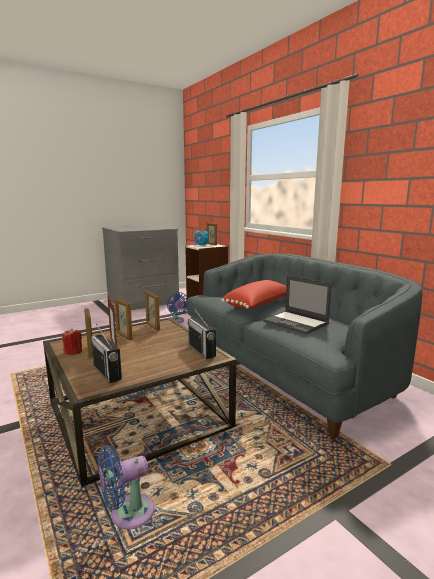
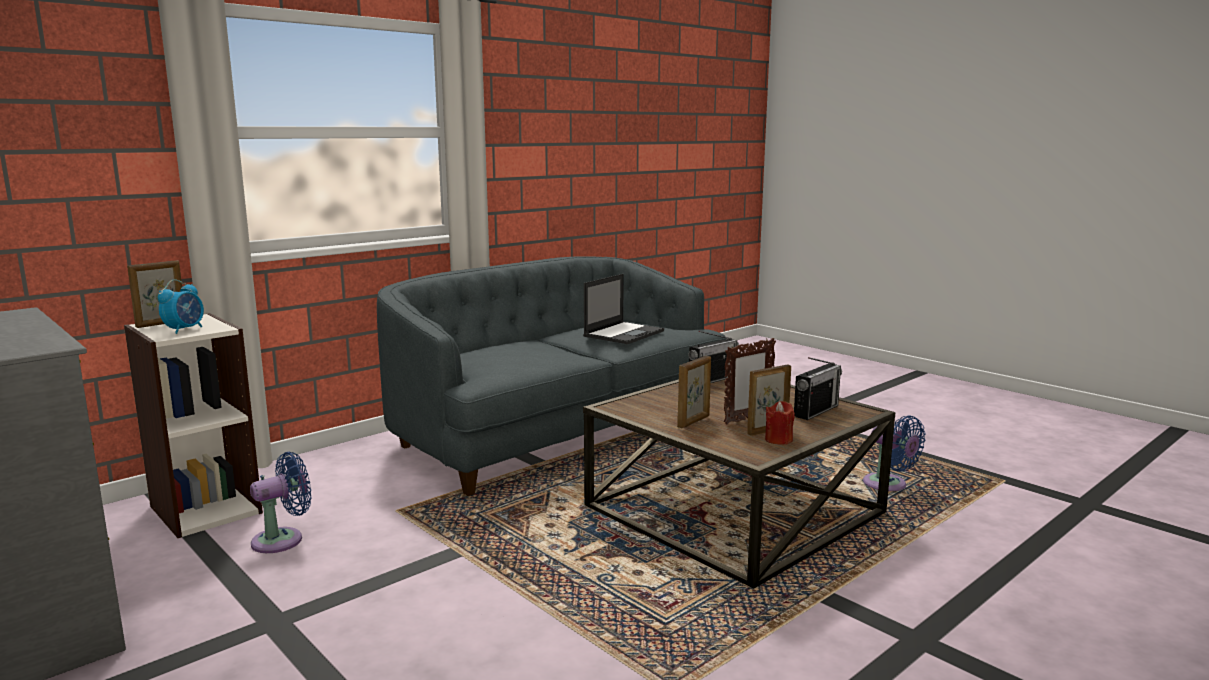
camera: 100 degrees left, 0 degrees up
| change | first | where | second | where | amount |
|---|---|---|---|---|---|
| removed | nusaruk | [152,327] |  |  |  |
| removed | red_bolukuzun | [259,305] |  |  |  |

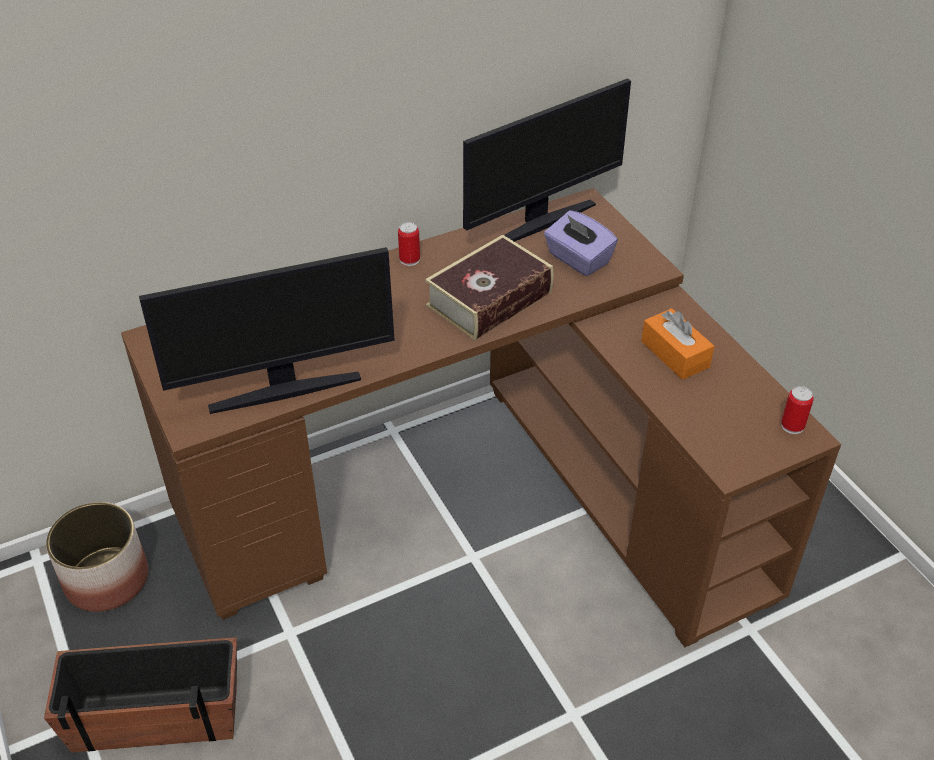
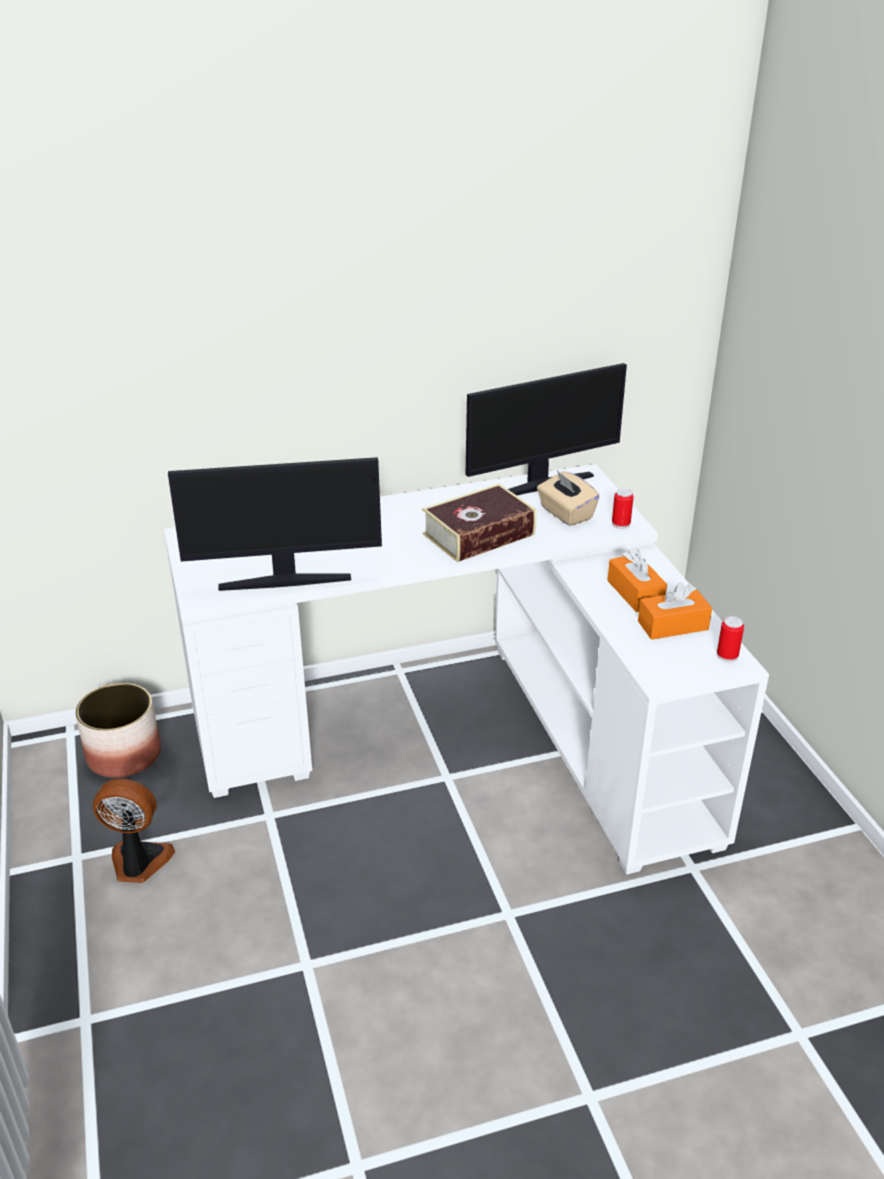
camera: 10 degrees right, 10 degrees down
| change | first | where | second | where | amount |
|---|---|---|---|---|---|
| replaced | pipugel | [156,715] | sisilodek | [138,863] |  |
| recoloured | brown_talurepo | [483,495] | white_talurepo | [468,730] |  |
| recoloured | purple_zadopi | [578,259] | beige_zadopi | [565,513] |  |
| moved | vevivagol | [409,260] |  | [621,524] |  |
| added |  |  | orange_zadopi | [672,625] |  |

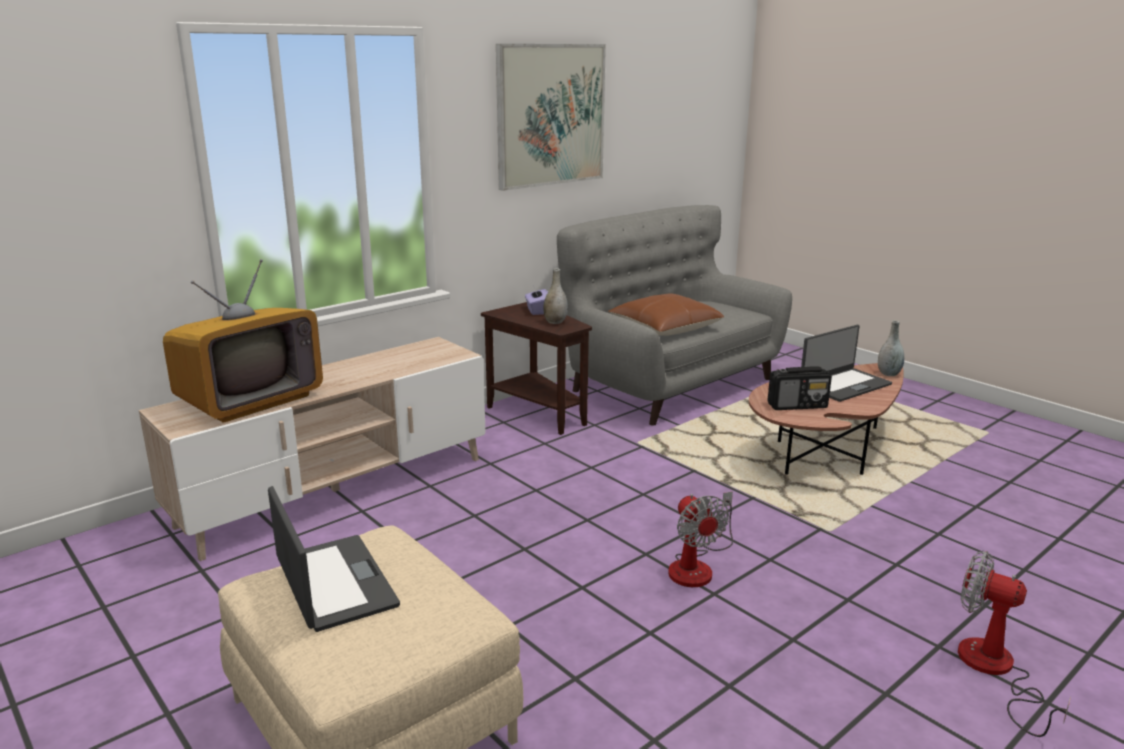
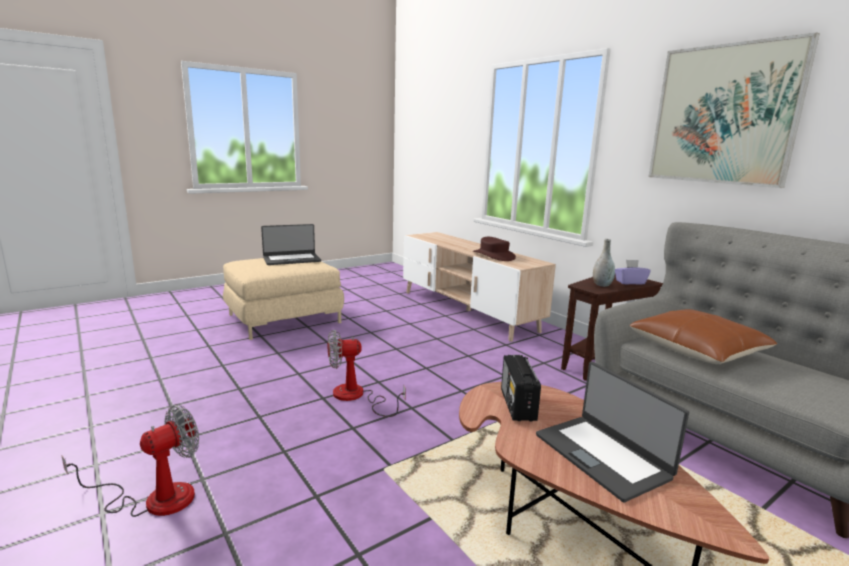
camera: 95 degrees right, 5 degrees down
| change | first | where | second | where | amount |
|---|---|---|---|---|---|
| added |  |  | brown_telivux | [493,255] |  |
| removed | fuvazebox | [250,399] |  |  |  |
| removed | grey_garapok | [888,374] |  |  |  |

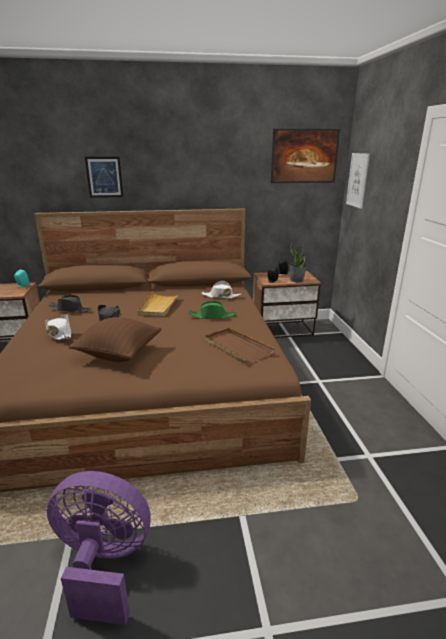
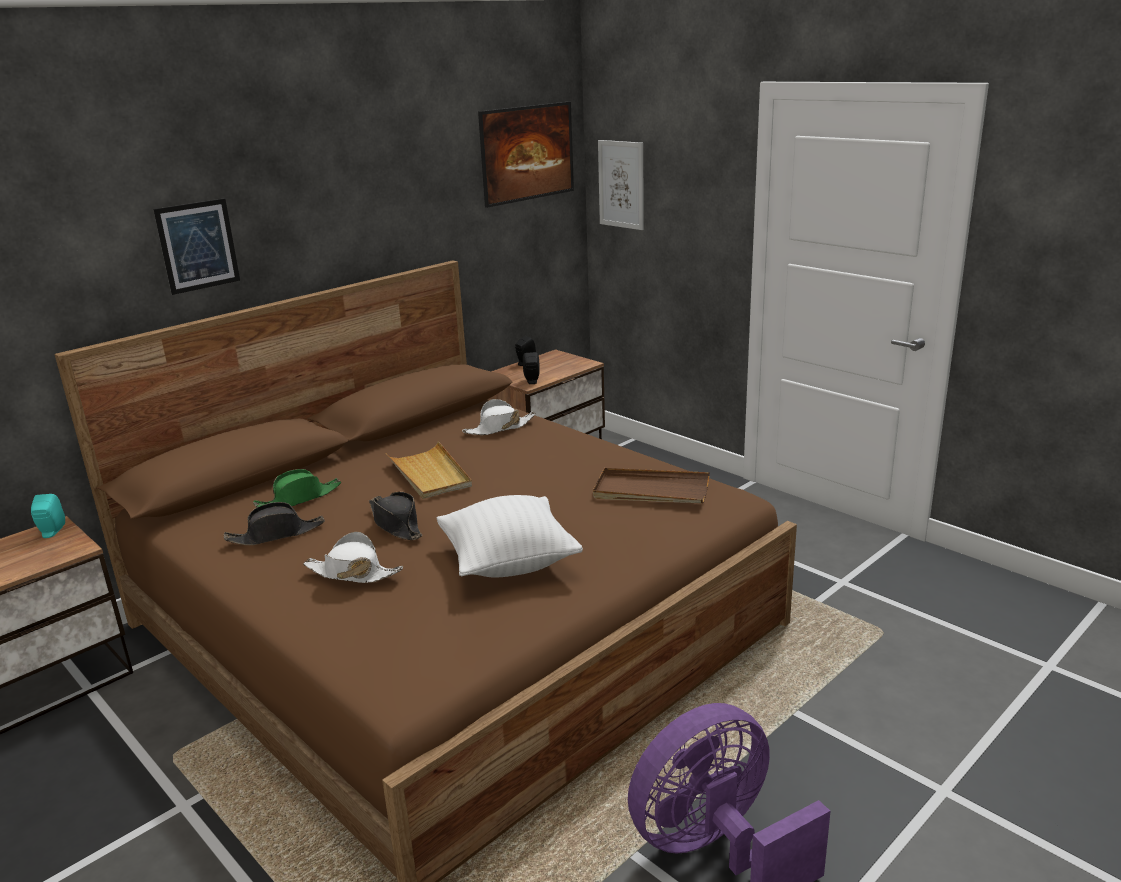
camera: 35 degrees left, 0 degrees up
| change | first | where | second | where | amount |
|---|---|---|---|---|---|
| moved | green_telivux | [212,316] |  | [299,498] |  |
| recoloured | brown_bolukuzun | [119,354] | white_bolukuzun | [509,563] |  |
| removed | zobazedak | [296,280] |  |  |  |

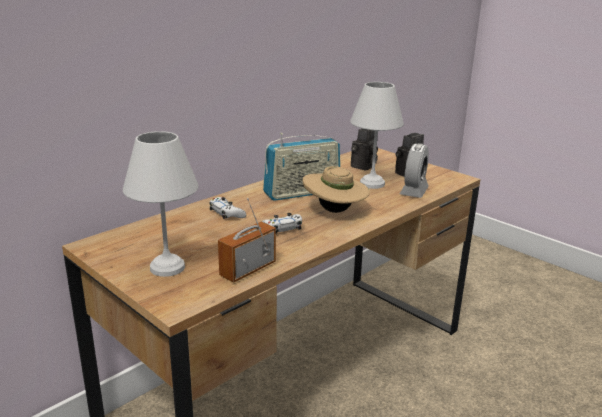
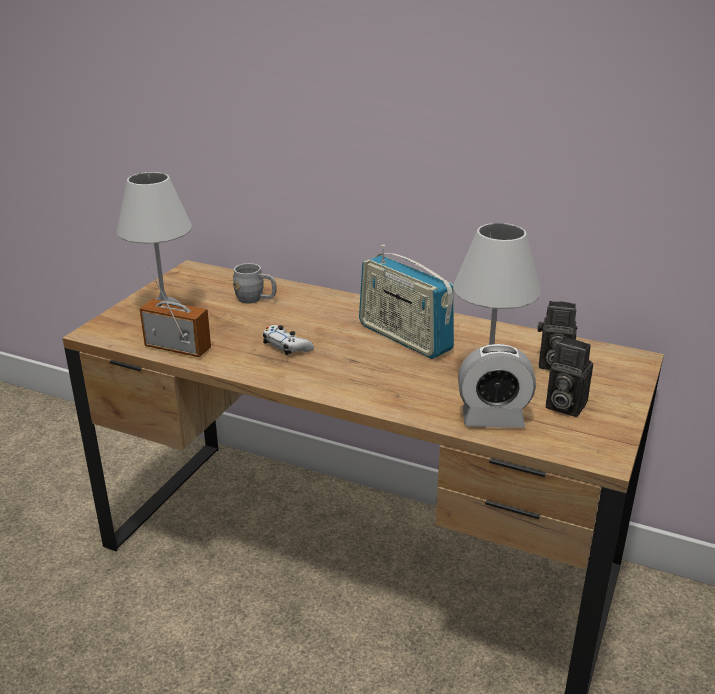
camera: 70 degrees right, 5 degrees up
| change | first | where | second | where | amount |
|---|---|---|---|---|---|
| added |  |  | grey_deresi | [255,299] |  |
| removed | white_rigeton | [226,213] |  |  |  |
| removed | beige_telivux | [335,211] |  |  |  |

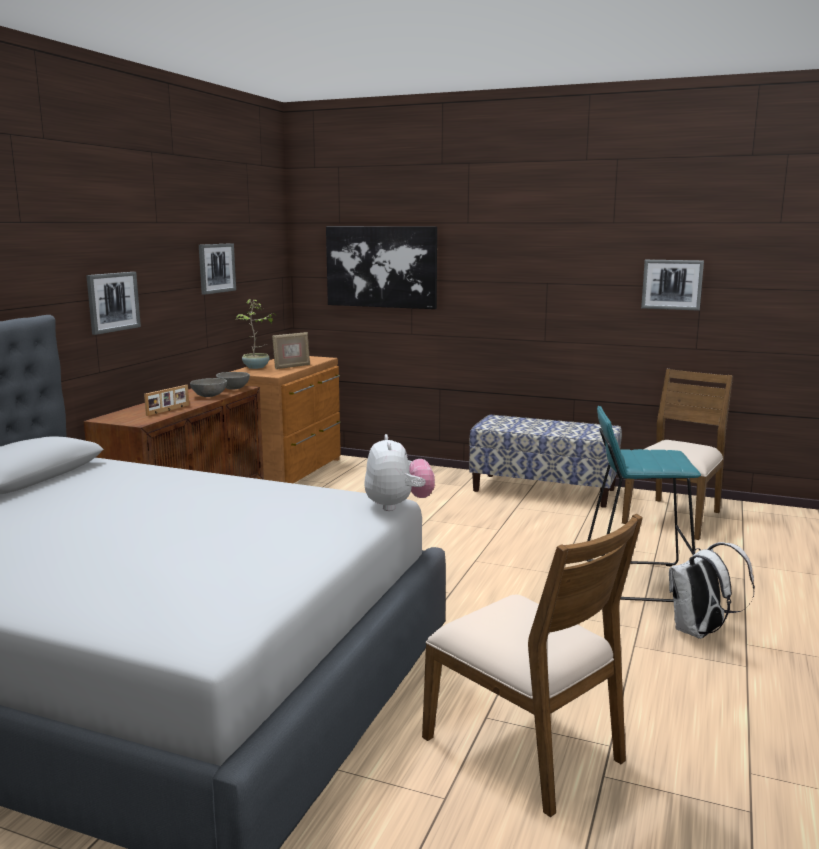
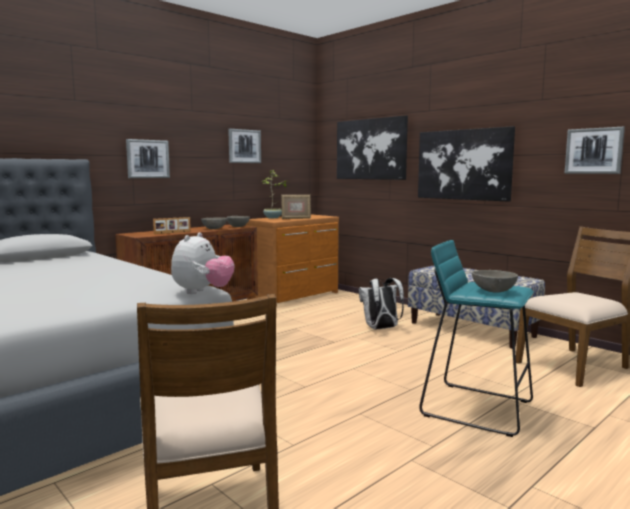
camera: 25 degrees right, 5 degrees down
| change | first | where | second | where | amount |
|---|---|---|---|---|---|
| moved | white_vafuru | [700,632] |  | [381,328] |  |
| added |  |  | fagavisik | [463,164] |  |
| added |  |  | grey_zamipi | [494,291] |  |

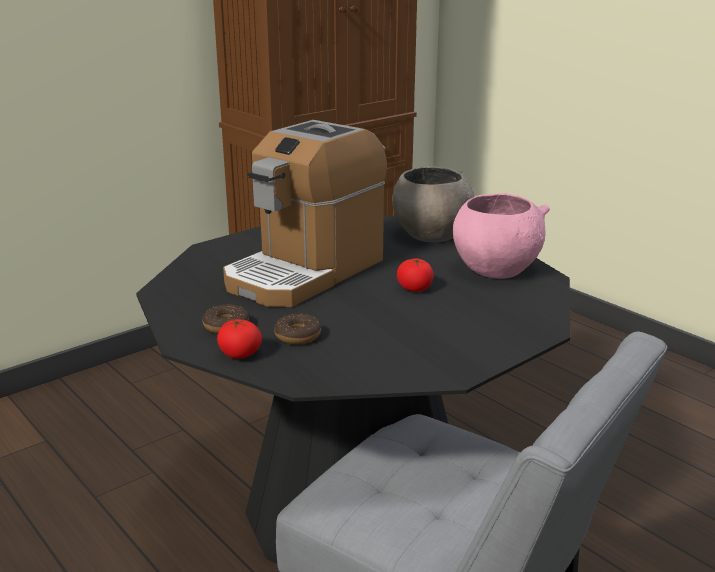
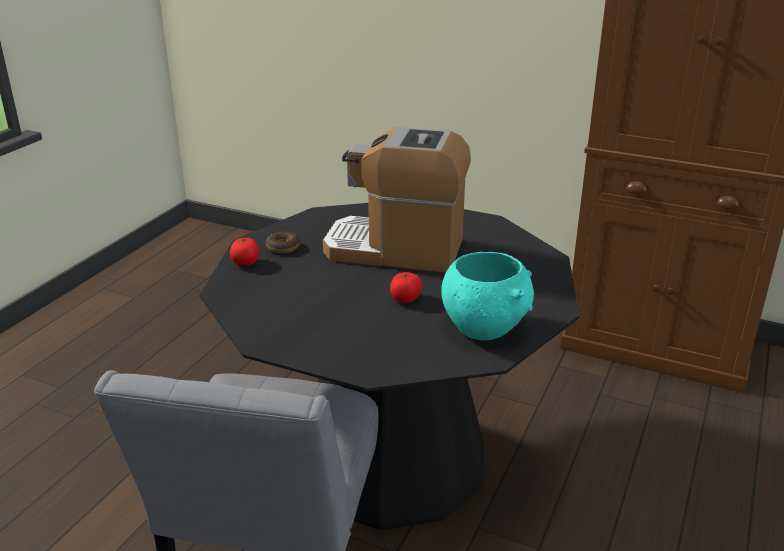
camera: 65 degrees right, 5 degrees up
| change | first | where | second | where | amount |
|---|---|---|---|---|---|
| recoloured | pink_zamipi | [495,269] | turquoise_zamipi | [484,328] |  |
| removed | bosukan | [297,336] |  |  |  |
| removed | grey_zamipi | [431,235] |  |  |  |

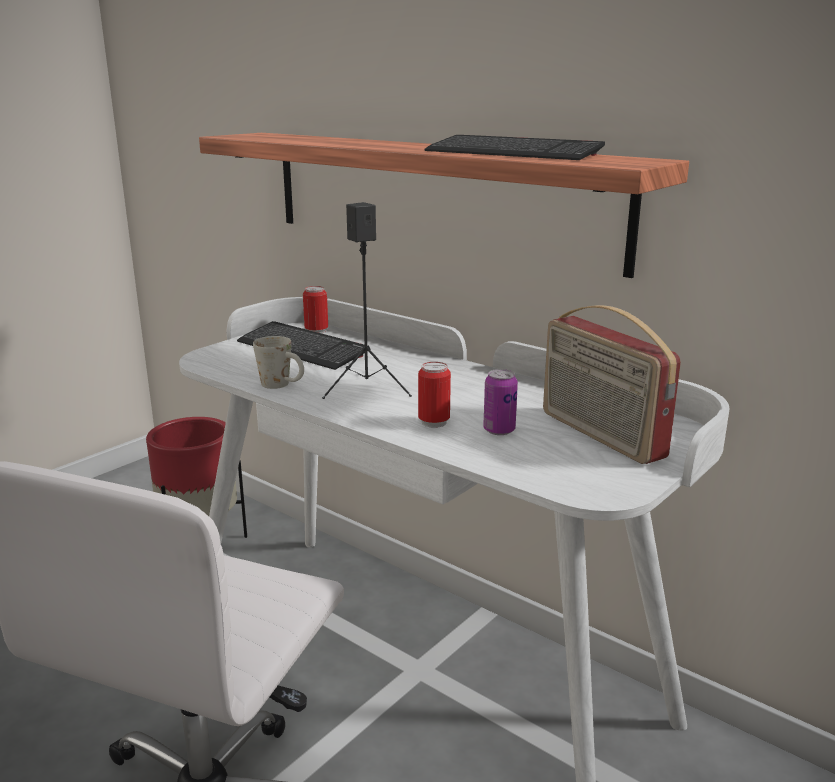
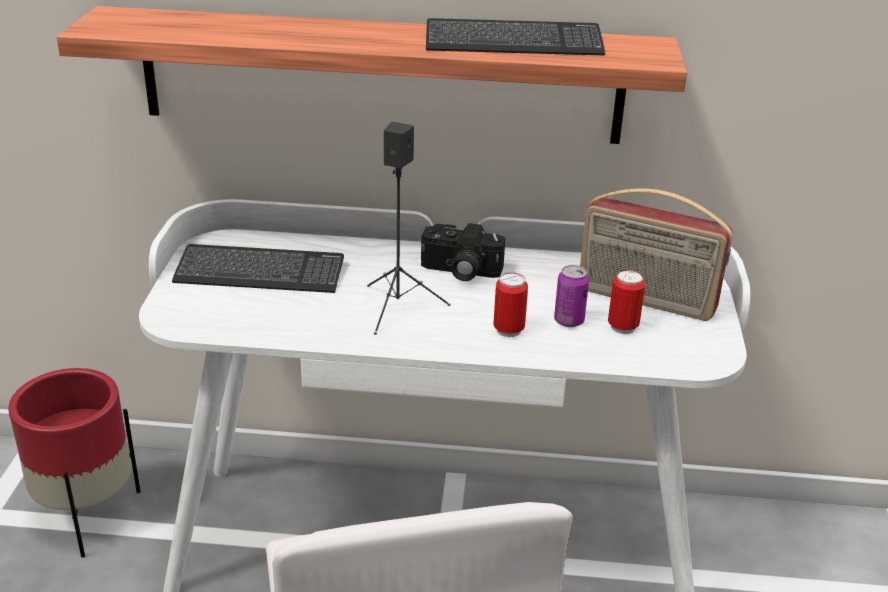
camera: 35 degrees left, 10 degrees up
| change | first | where | second | where | amount |
|---|---|---|---|---|---|
| added |  |  | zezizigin | [459,271] |  |
| moved | vevivagol | [316,331] |  | [622,327] |  |
| removed | white_deresi | [282,385] |  |  |  |

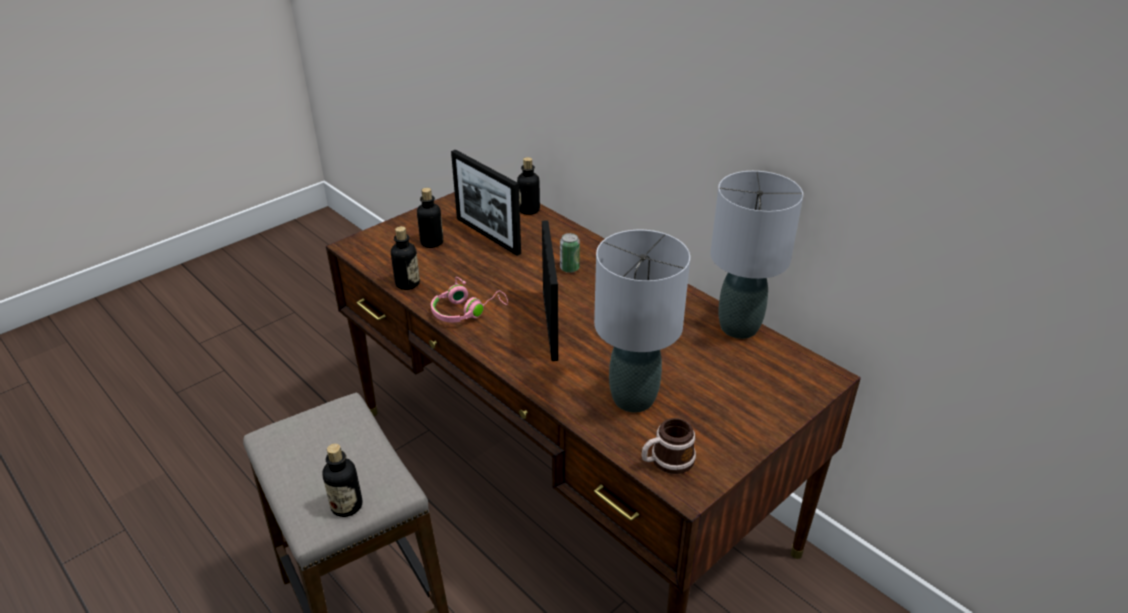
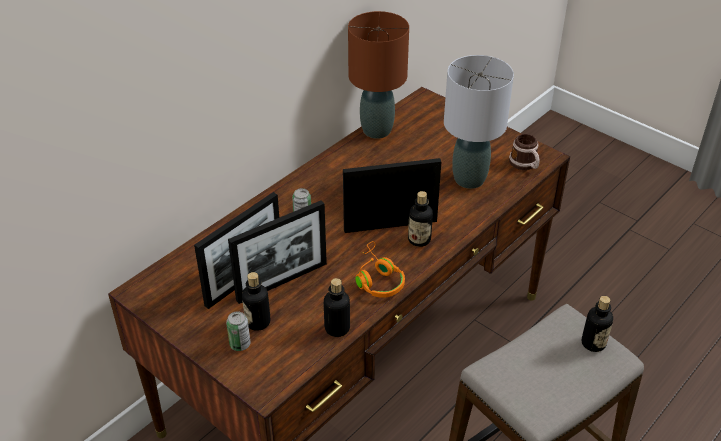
camera: 95 degrees left, 5 degrees up
| change | first | where | second | where | amount |
|---|---|---|---|---|---|
| added |  |  | vevivagol | [240,344] |  |
| added |  |  | nusaruk | [282,282] |  |
| recoloured | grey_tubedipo | [738,327] | brown_tubedipo | [376,130] |  |
| recoloured | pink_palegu | [466,311] | orange_palegu | [377,279] |  |
| moved | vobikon | [529,210] |  | [419,239] |  |

